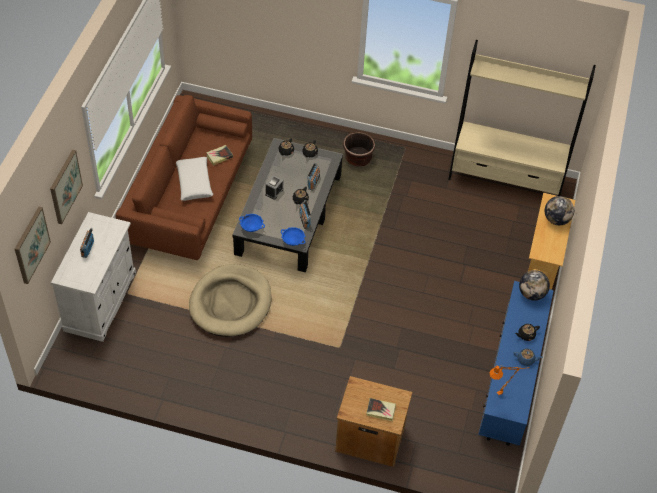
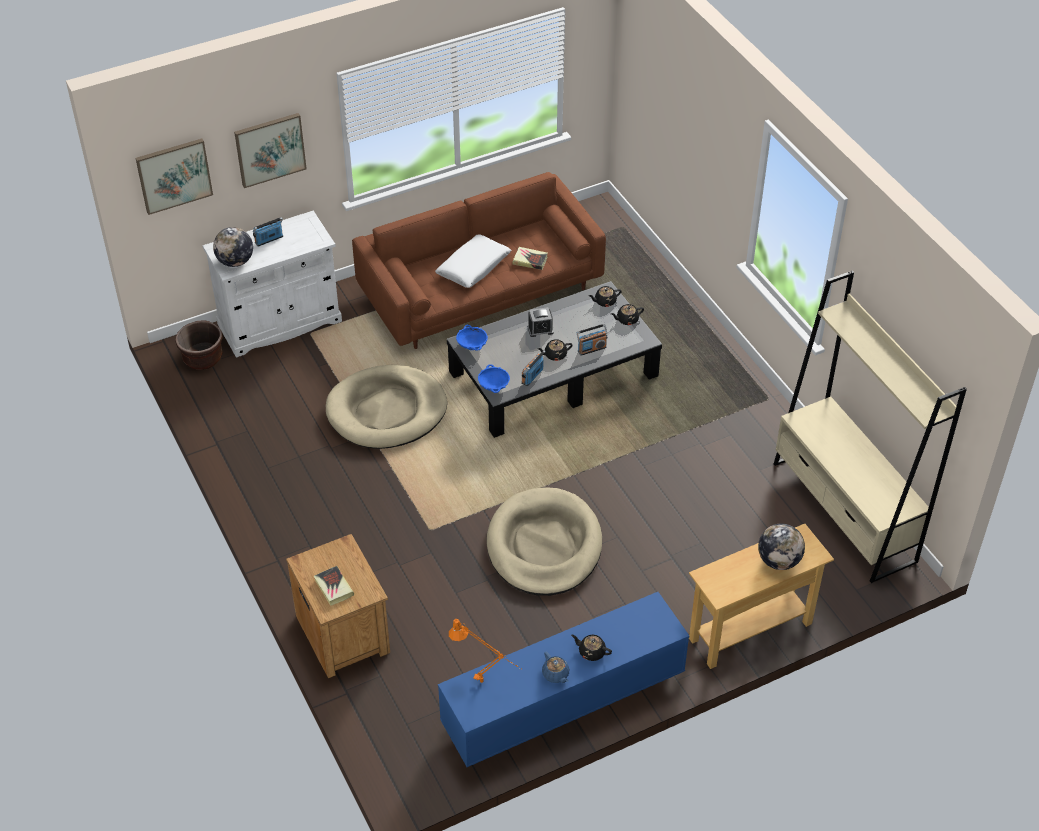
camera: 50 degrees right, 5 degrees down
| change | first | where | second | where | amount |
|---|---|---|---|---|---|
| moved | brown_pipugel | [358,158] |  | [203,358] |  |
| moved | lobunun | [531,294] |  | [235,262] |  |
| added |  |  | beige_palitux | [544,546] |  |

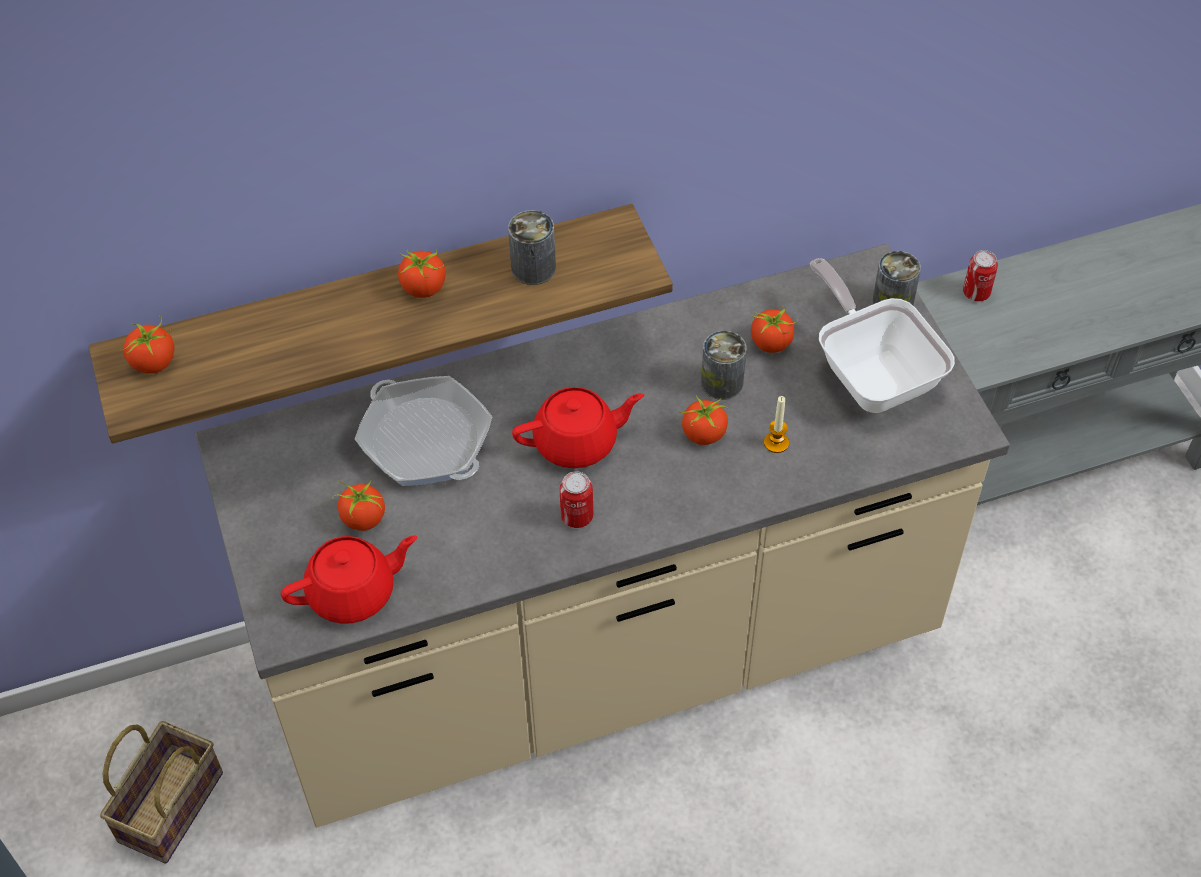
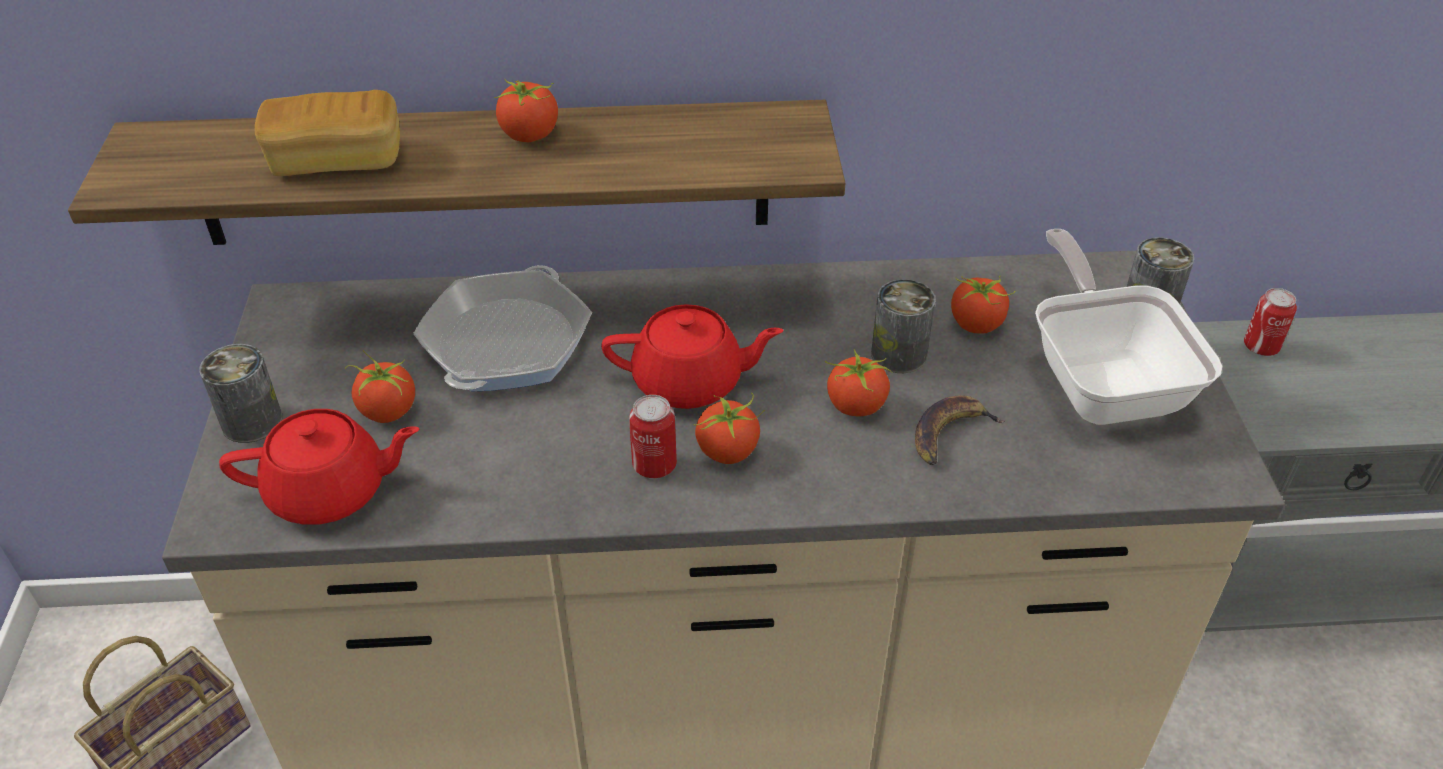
camera: 15 degrees right, 10 degrees down
| change | first | where | second | where | amount |
|---|---|---|---|---|---|
| moved | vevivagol | [533,268] |  | [252,421] |  |
| added |  |  | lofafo | [336,160] |  |
| turned | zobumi | [425,440] |  | [506,343] | 135 degrees counterclockwise |
| moved | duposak | [154,362] |  | [728,451] |  |
| replaced | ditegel | [776,443] | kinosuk | [950,435] |  |

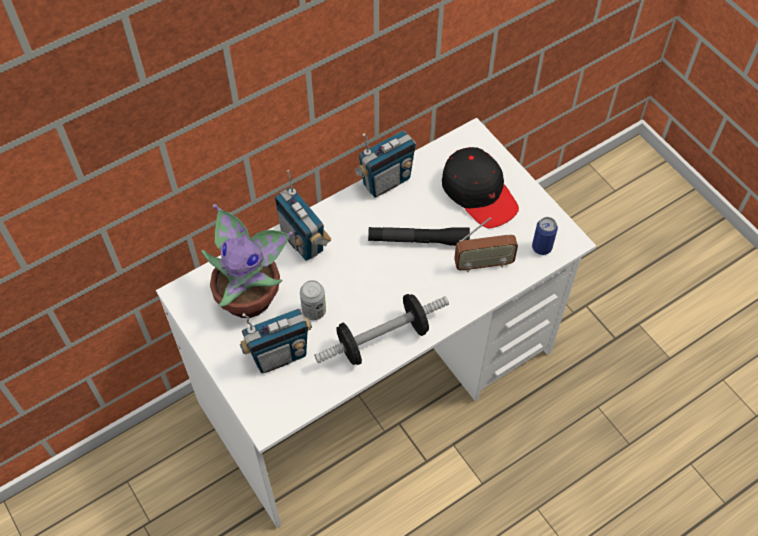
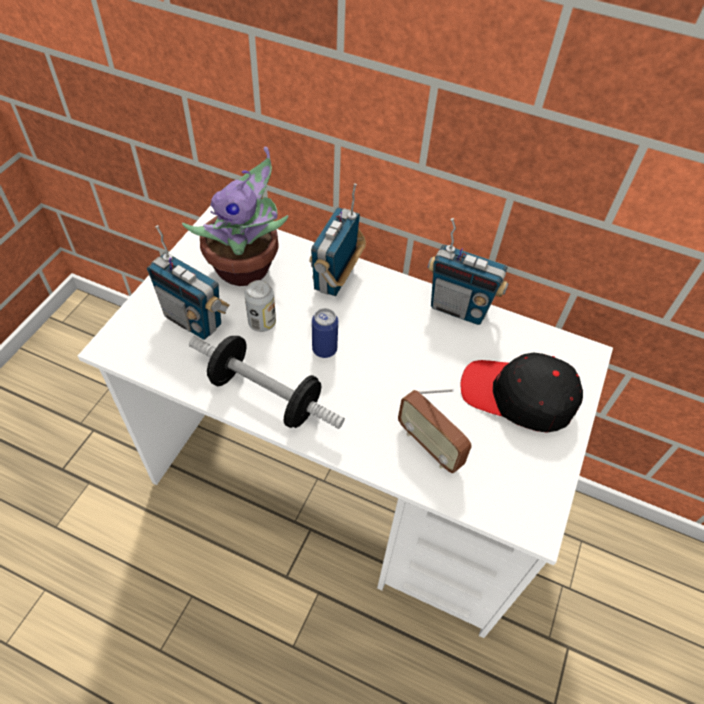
camera: 55 degrees right, 5 degrees down
| change | first | where | second | where | amount |
|---|---|---|---|---|---|
| moved | vevivagol | [541,247] |  | [324,349] |  |
| turned | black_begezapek | [479,193] |  | [518,396] | 90 degrees clockwise |
| removed | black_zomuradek | [418,240] |  |  |  |

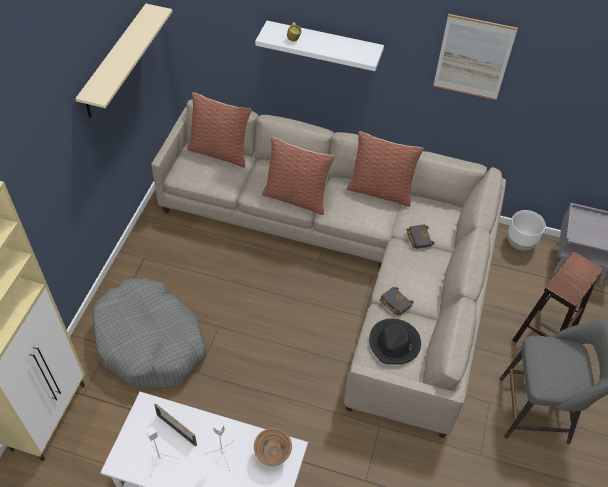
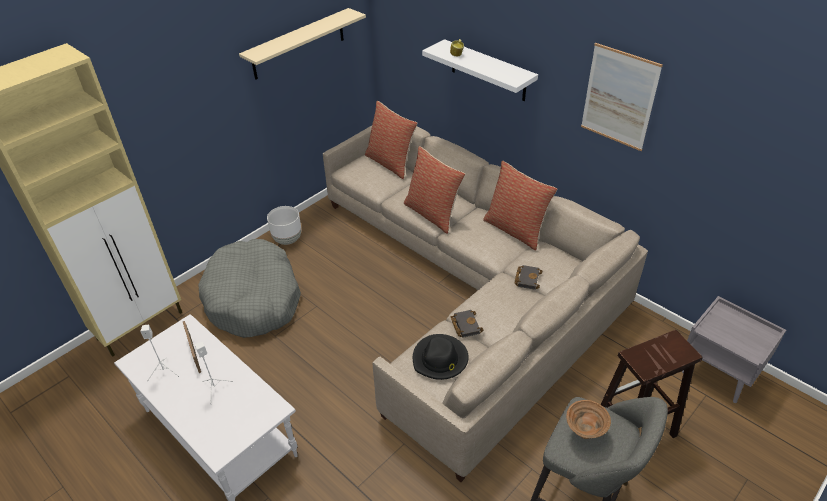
camera: 30 degrees right, 10 degrees down
| change | first | where | second | where | amount |
|---|---|---|---|---|---|
| moved | white_pipugel | [520,243] |  | [288,239] |  |
| moved | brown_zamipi | [273,456] |  | [584,434] |  |

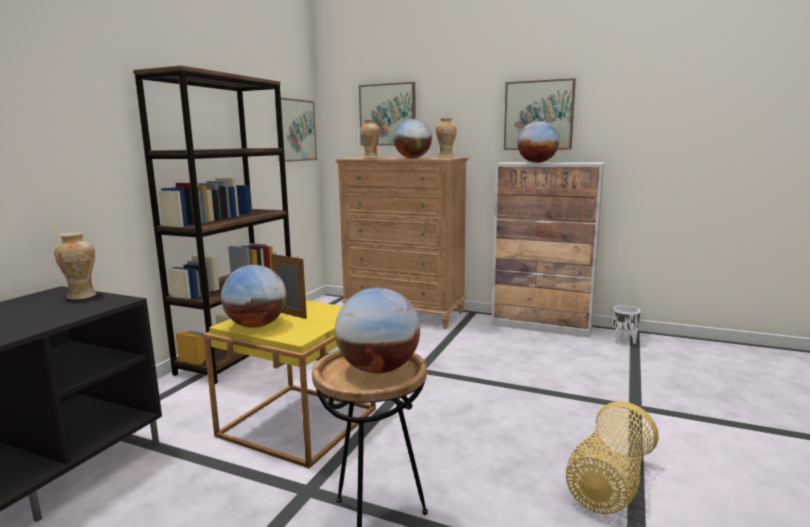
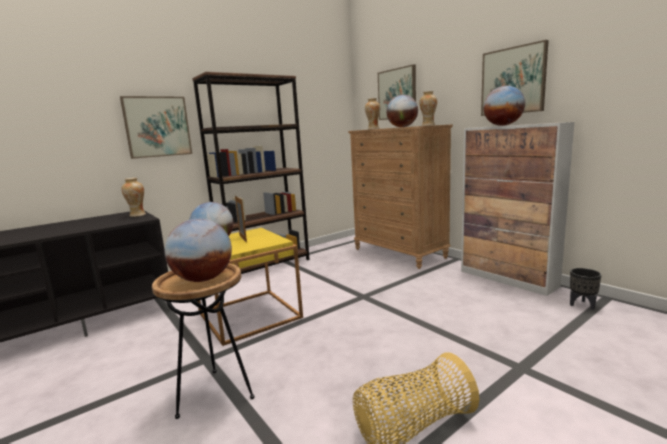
camera: 30 degrees right, 0 degrees up
| change | first | where | second | where | amount |
|---|---|---|---|---|---|
| moved | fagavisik | [295,130] |  | [157,127] |  |
| recoloured | white_pipugel | [623,341] | black_pipugel | [581,305] |  |

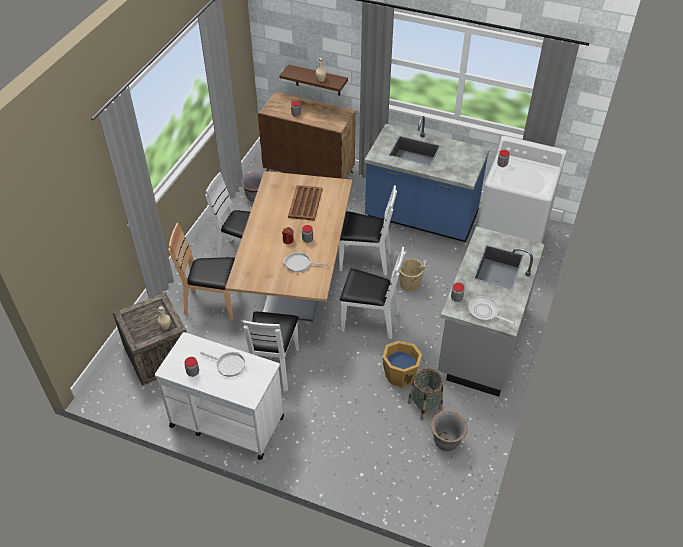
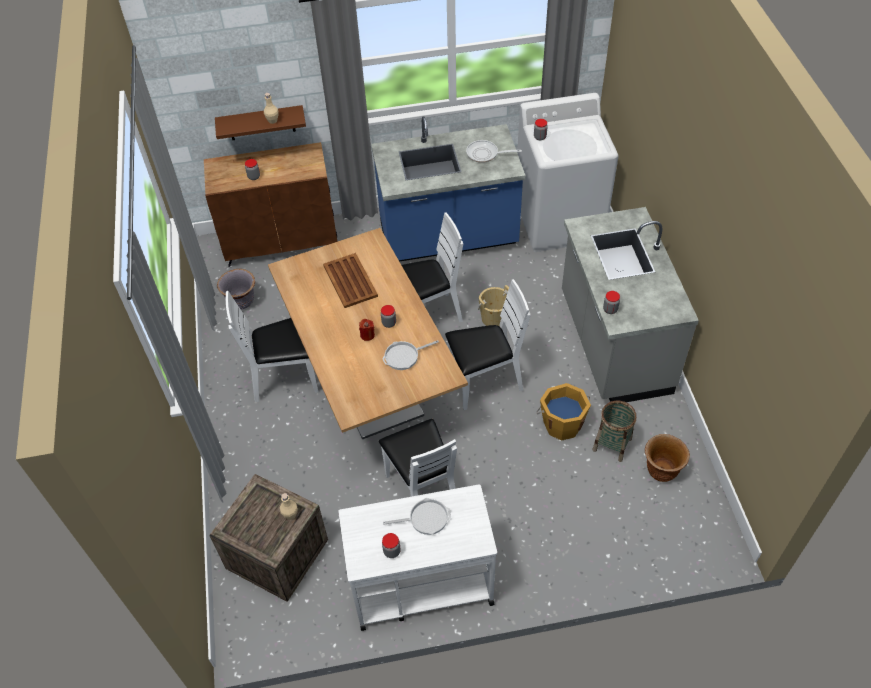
camera: 30 degrees left, 5 degrees up
| change | first | where | second | where | amount |
|---|---|---|---|---|---|
| moved | zobumi | [485,312] |  | [485,154] |  |
| recoloured | grey_pipugel | [446,441] | brown_pipugel | [661,470] |  |
| removed | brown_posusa | [213,303] |  |  |  |

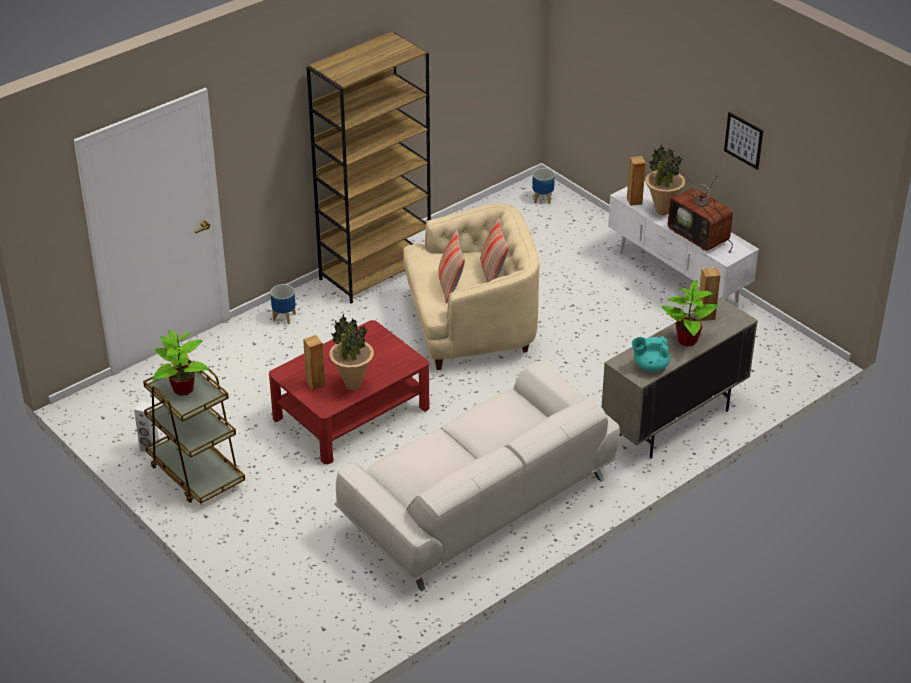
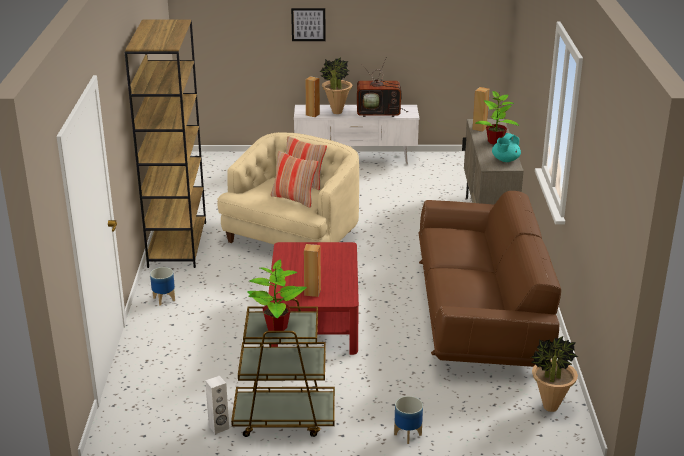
camera: 50 degrees left, 10 degrees down
| change | first | where | second | where | amount |
|---|---|---|---|---|---|
| moved | fagavisik | [743,140] |  | [308,24] |  |
| moved | pipugel | [542,199] |  | [407,435] |  |
| recoloured | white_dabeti | [478,504] | brown_dabeti | [480,313] |  |
| moved | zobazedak | [352,385] |  | [550,407] |  |

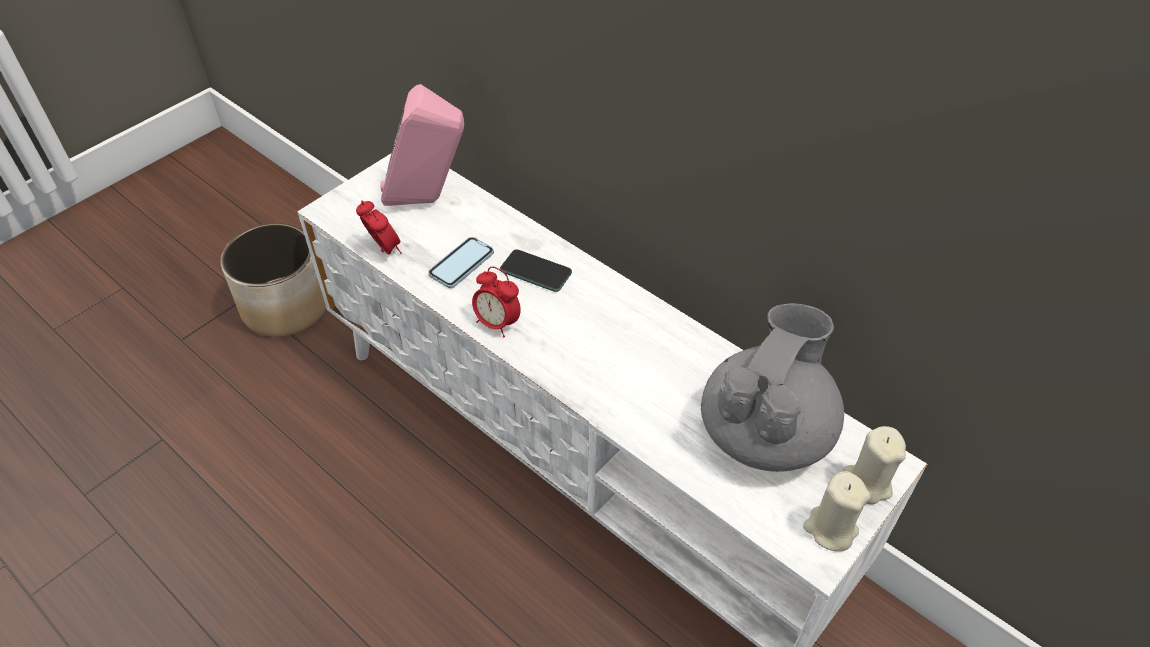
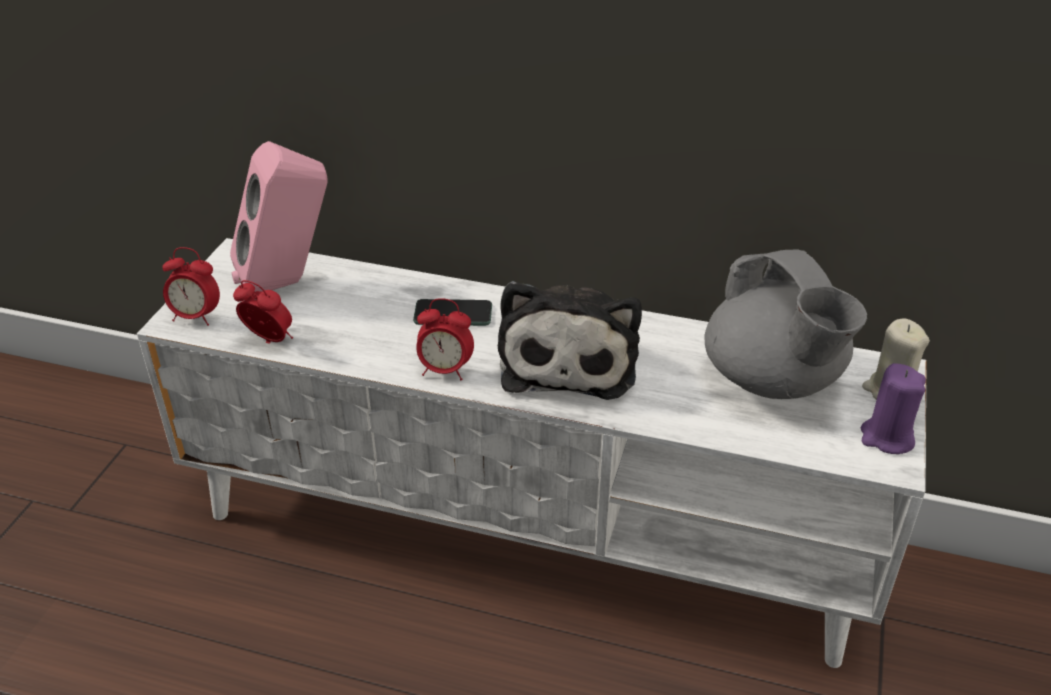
camera: 25 degrees left, 10 degrees down
| change | first | where | second | where | amount |
|---|---|---|---|---|---|
| added |  |  | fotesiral | [196,317] |  |
| added |  |  | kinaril | [569,358] |  |
| turned | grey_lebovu | [765,432] |  | [773,380] | 150 degrees clockwise |
| recoloured | beige_ditegel | [830,529] | purple_ditegel | [886,437] |  |
| removed | pipugel | [286,306] |  |  |  |
| removed | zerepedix | [461,264] |  |  |  |

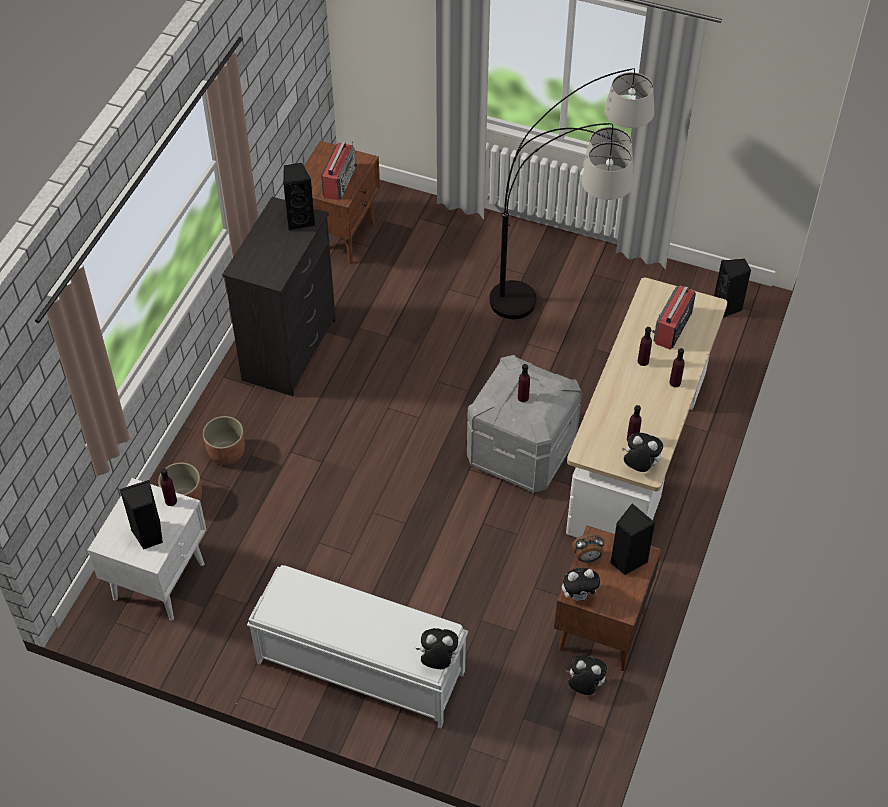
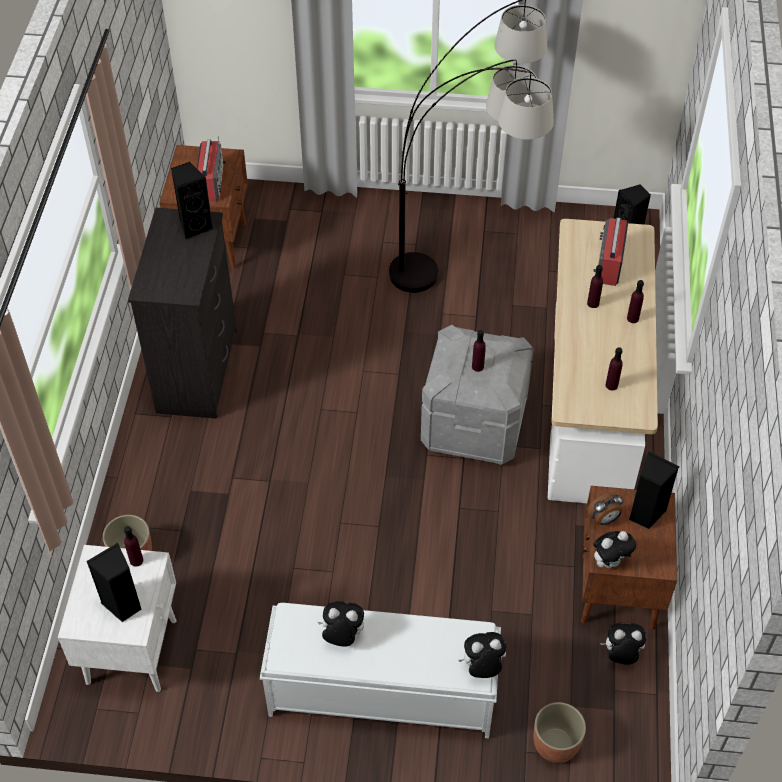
camera: 15 degrees left, 0 degrees up
| change | first | where | second | where | amount |
|---|---|---|---|---|---|
| moved | kinaril | [639,466] |  | [342,637] |  |
| moved | pipugel | [227,453] |  | [556,744] |  |

